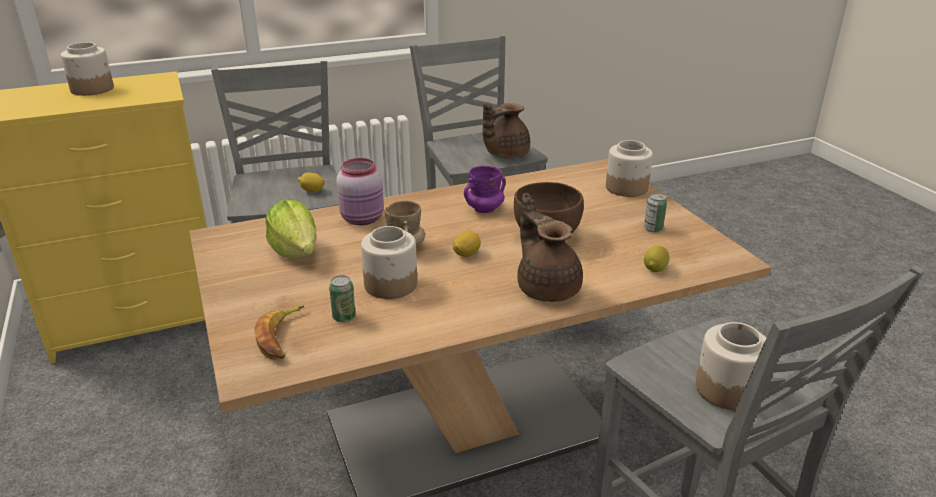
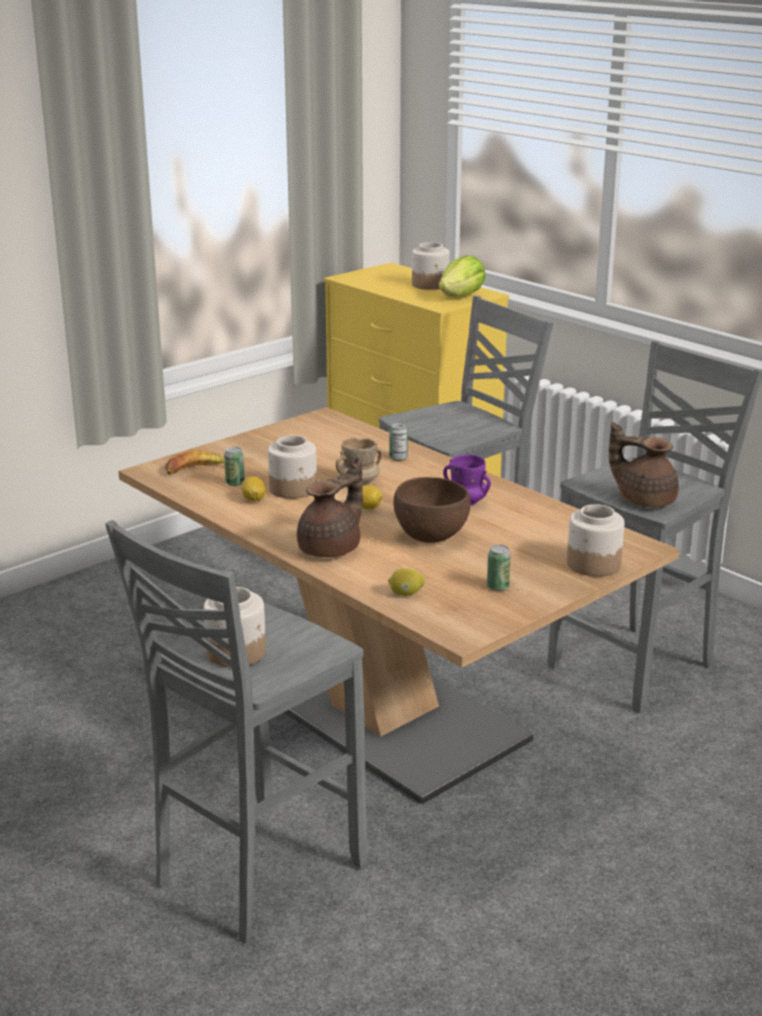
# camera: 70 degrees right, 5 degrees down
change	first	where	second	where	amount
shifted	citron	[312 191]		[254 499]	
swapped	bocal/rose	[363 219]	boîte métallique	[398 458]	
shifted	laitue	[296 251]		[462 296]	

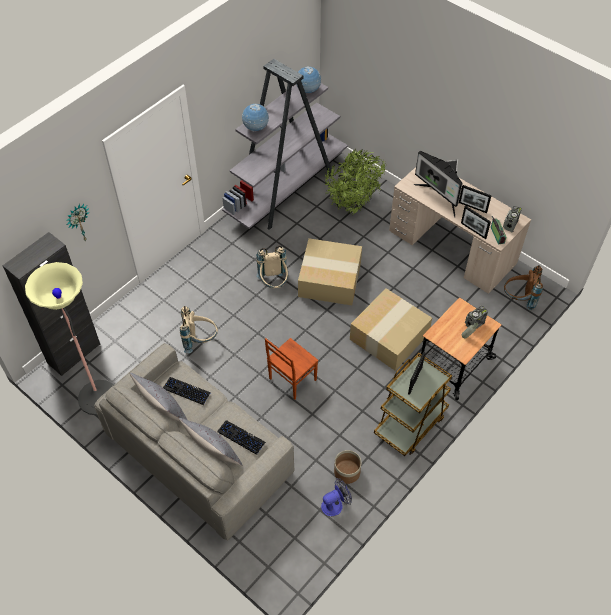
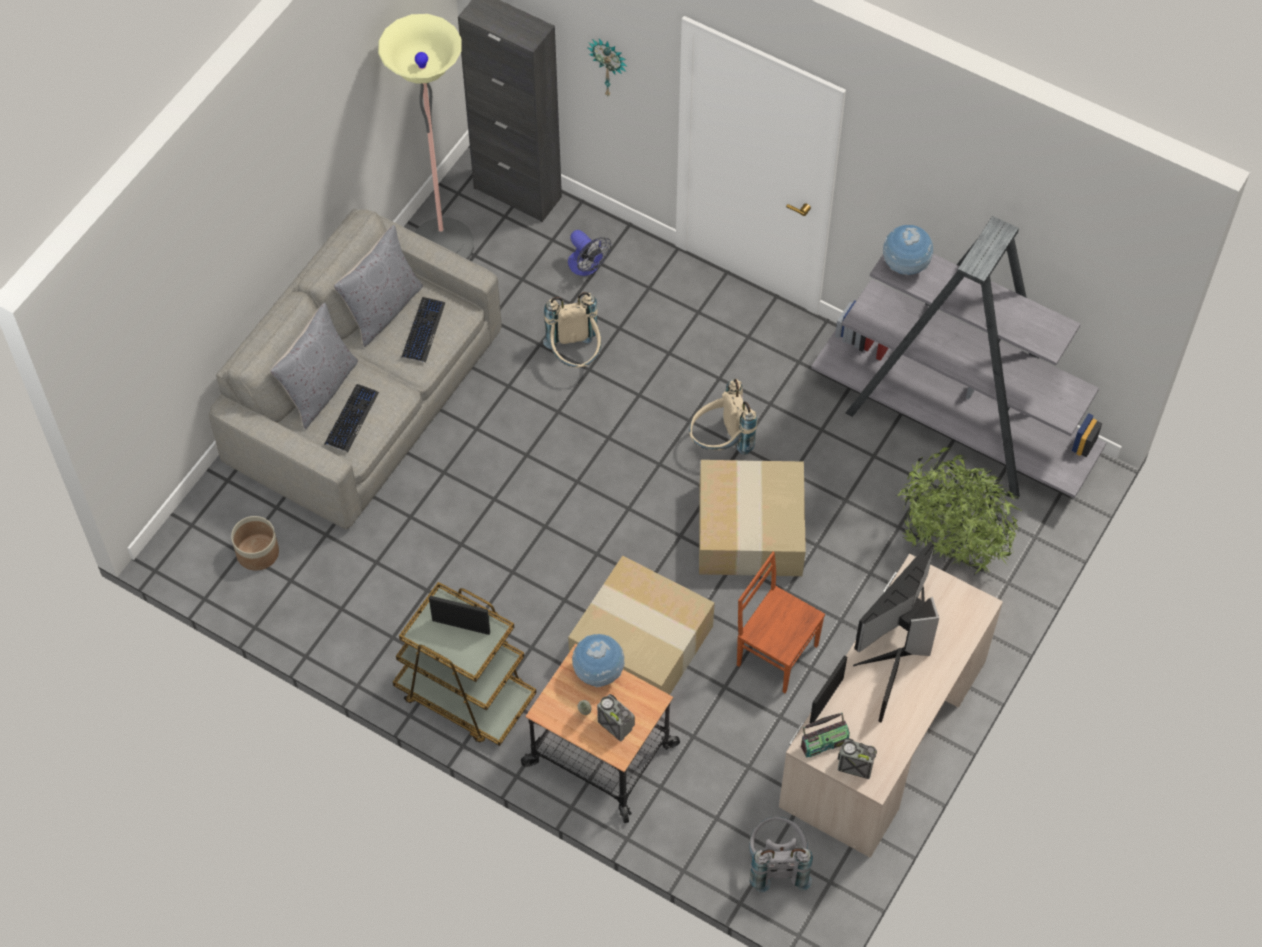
# camera: 80 degrees right, 5 degrees up
change	first	where	second	where	amount
shifted	cache-pot	[346 472]		[257 552]	
shifted	ventilateur	[335 504]		[587 267]	
shifted	globe	[308 91]		[598 673]	
shifted	chaise/marron	[291 379]		[776 653]	
repainted	sac à dos/marron	[519 299]	sac à dos/gris	[776 864]	

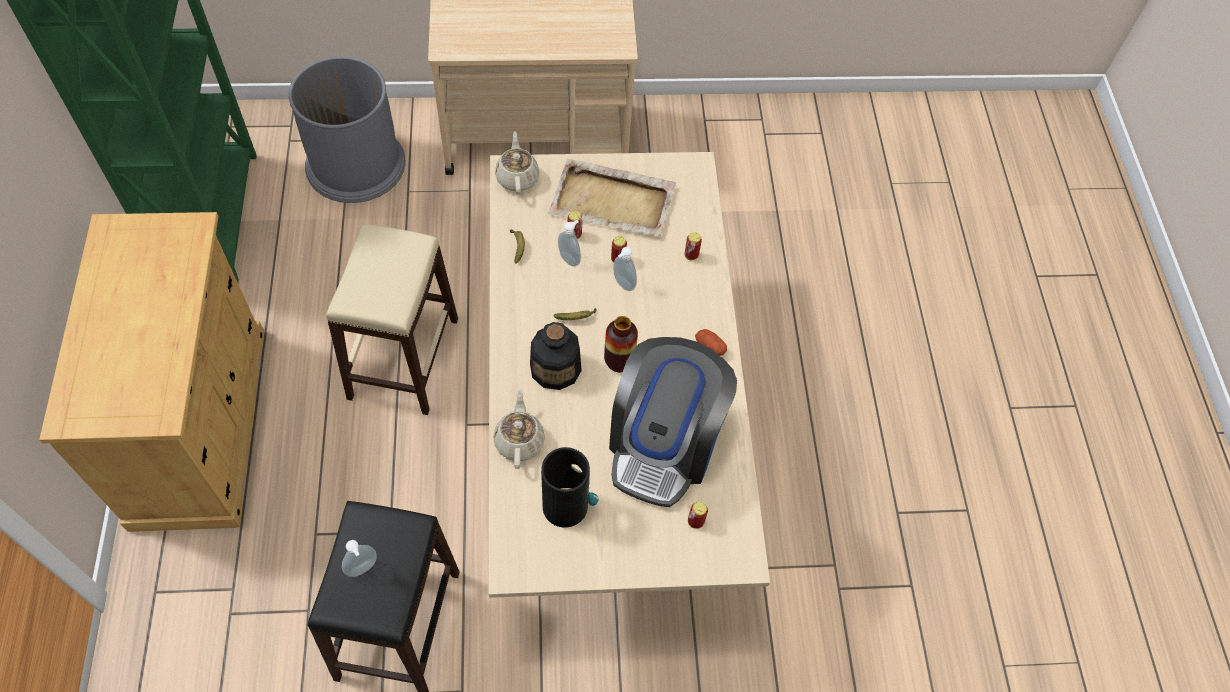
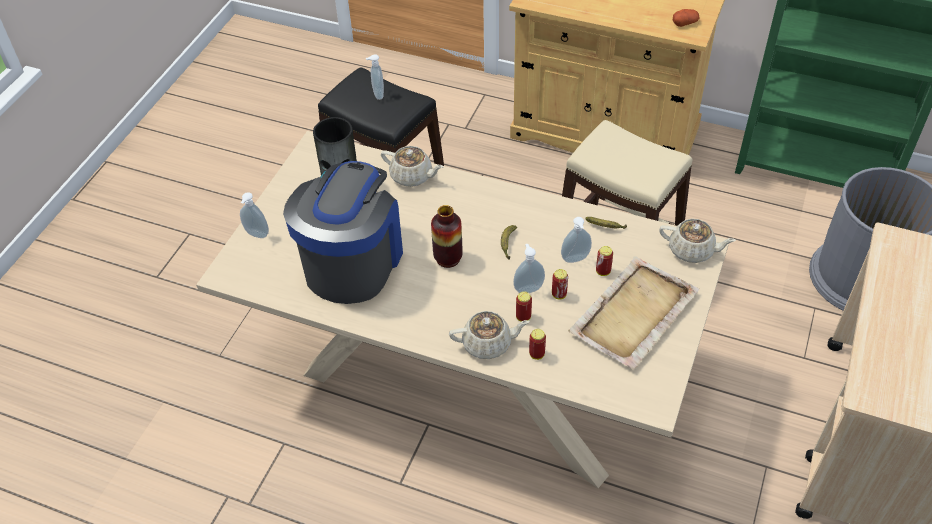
# camera: 120 degrees right, 10 degrees down
change	first	where	second	where	amount
new			distributeur de savon	[256 235]	
rotated	machine à café	[664 444]		[353 261]	60 degrees clockwise
new			théière/beige	[488 344]	
shifted	boîte métallique	[695 522]		[523 317]	
shifted	pomme de terre	[709 347]		[685 23]	
gone	bouteille	[556 368]			

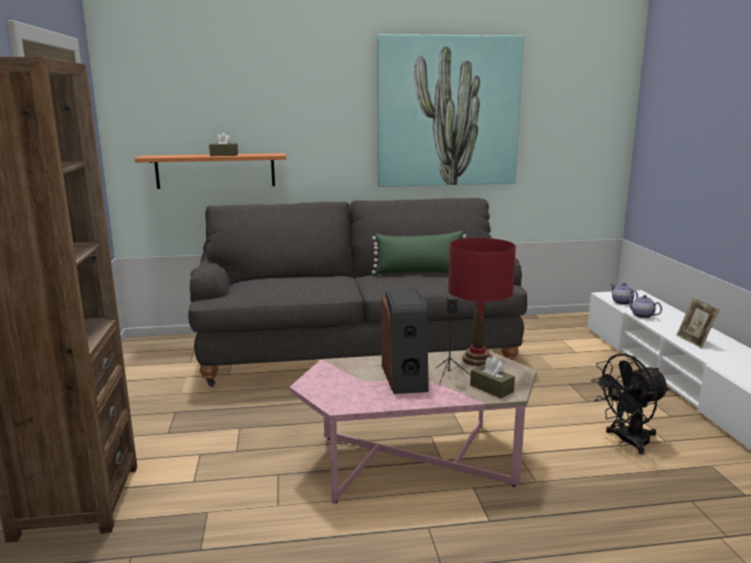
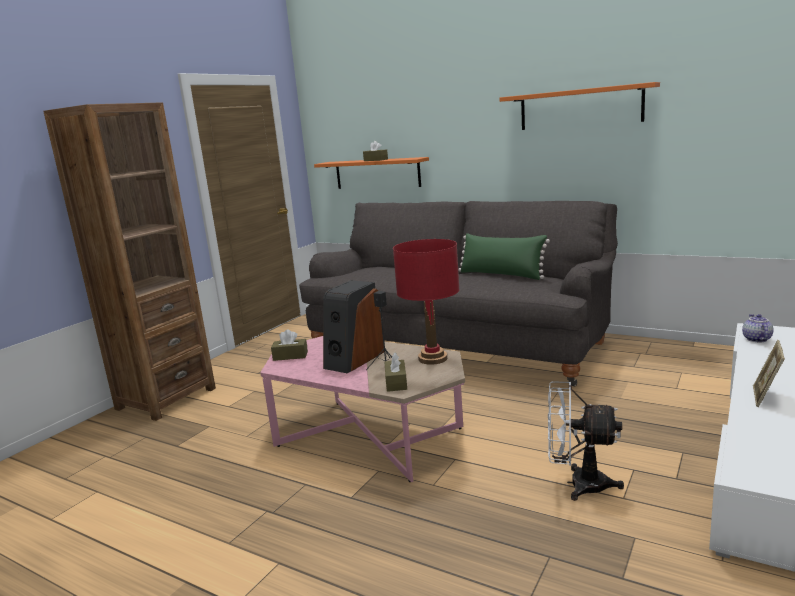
# camera: 40 degrees right, 0 degrees up
change	first	where	second	where	amount
new			boîte à mouchoirs/marron	[290 356]	
swapped	tableau	[447 112]	étagère/orange	[580 108]	
repainted	ventilateur/noir	[627 441]	ventilateur/blanc	[578 484]	
gone	théière	[642 316]			

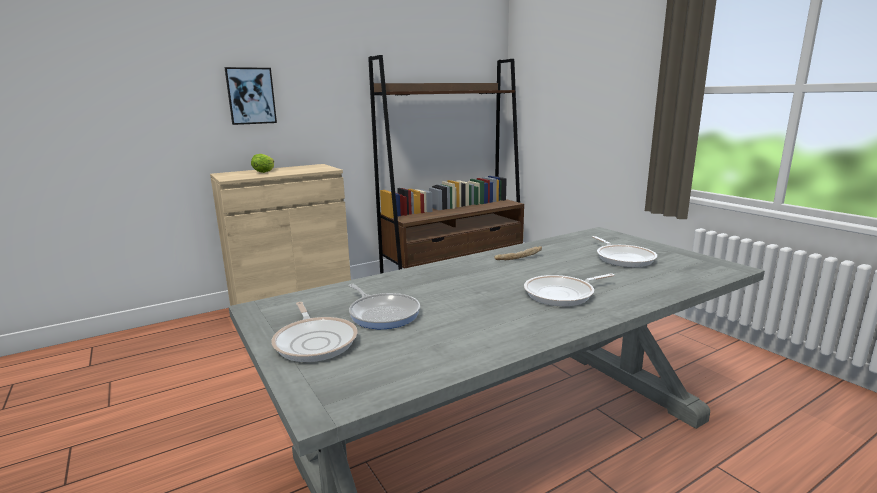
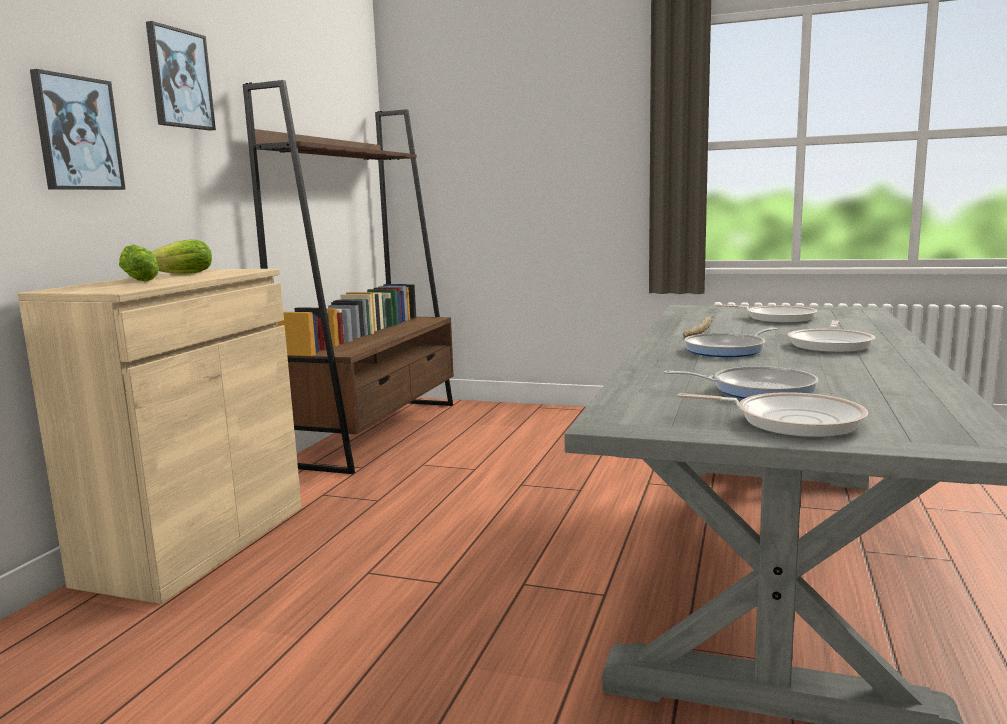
# camera: 40 degrees left, 5 degrees down
change	first	where	second	where	amount
new			tableau	[179 79]	
new			laitue	[178 274]	
new			poêle	[728 350]	

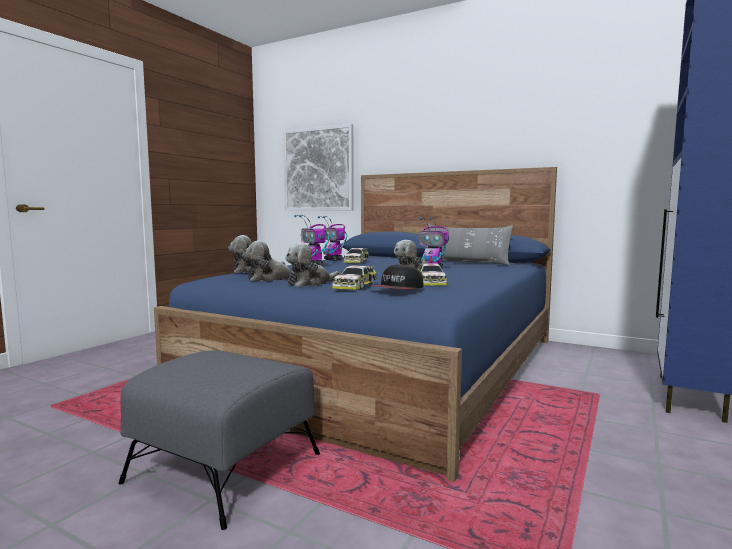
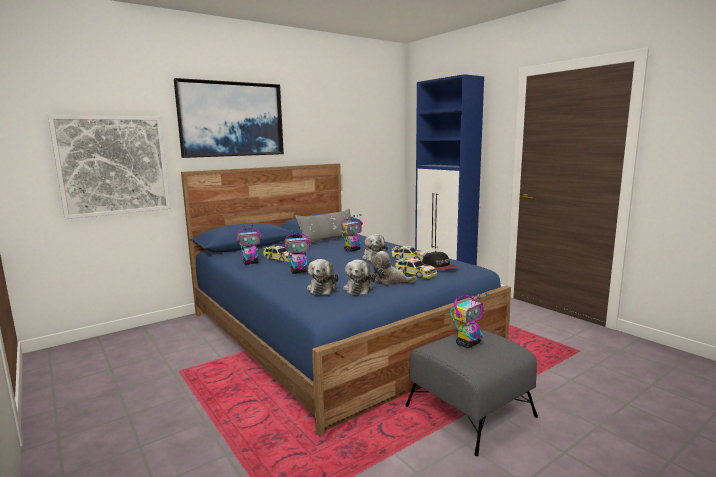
# camera: 65 degrees left, 5 degrees up
change	first	where	second	where	amount
new			tableau	[231 119]	
rotated	peluche	[310 283]		[390 281]	120 degrees clockwise
new			robot jouet	[468 344]	

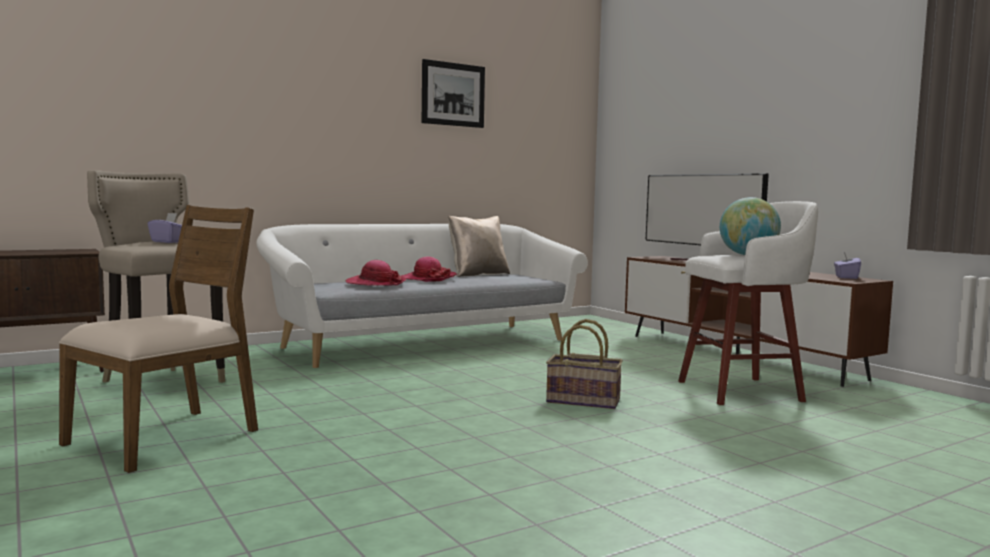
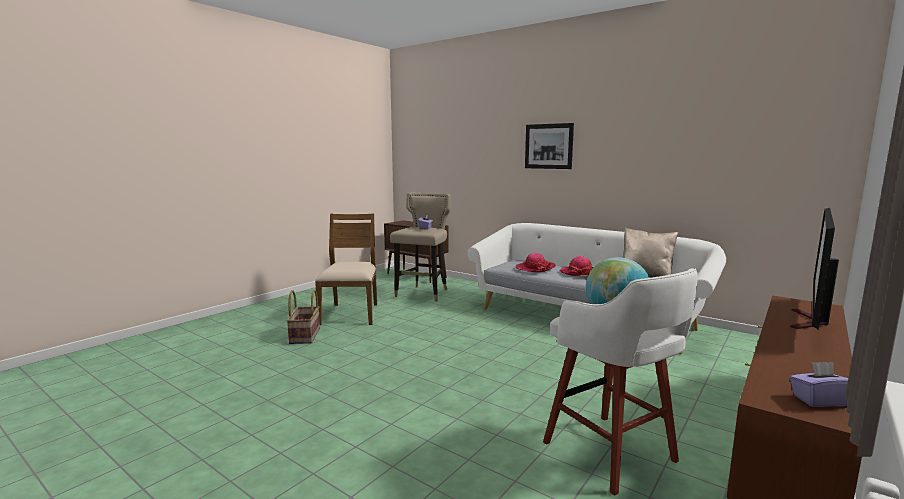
# camera: 70 degrees right, 5 degrees up
change	first	where	second	where	amount
shifted	panier	[584 401]		[305 336]	
rotated	chaise/marron	[166 437]		[351 314]	105 degrees counterclockwise
shifted	tableau	[453 94]		[548 146]	

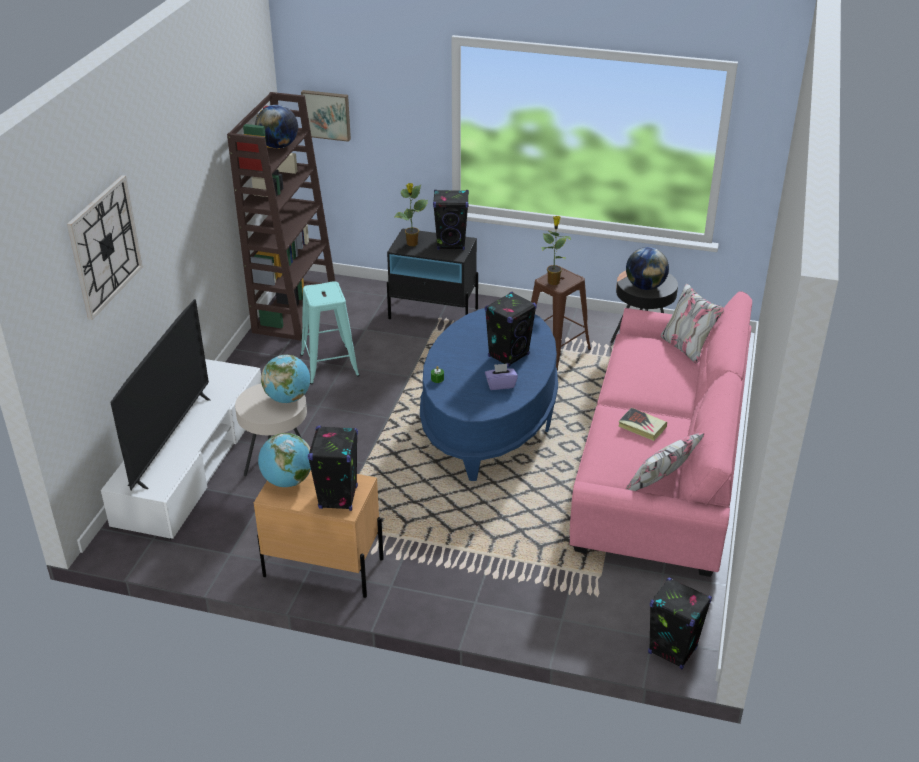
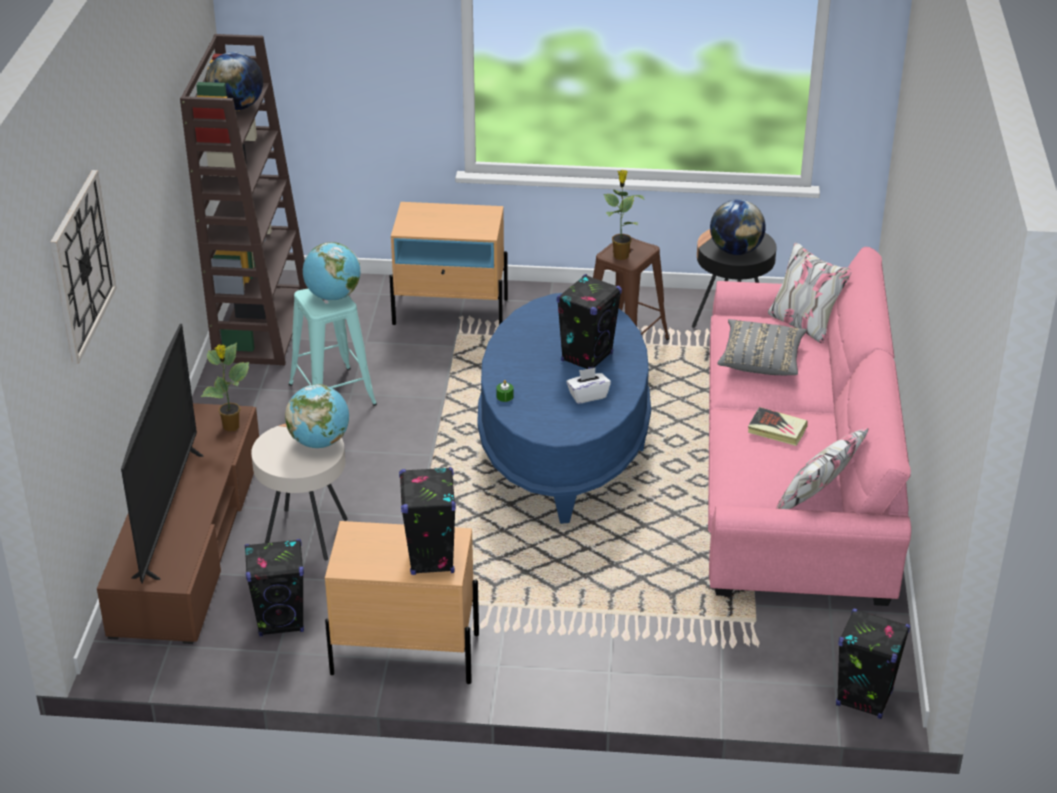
# camera: 10 degrees left, 0 degrees up
change	first	where	second	where	amount
repainted	meuble télé/blanc	[192 462]	meuble télé/marron	[188 541]	
shifted	plante en pot	[412 244]		[231 427]	
shifted	enceinte/noir	[451 244]		[281 621]	
shifted	globe	[287 481]		[333 296]	
repainted	table de chevet/noir	[433 313]	table de chevet/beige	[451 311]	
repainted	boîte à mouchoirs/violet	[500 385]	boîte à mouchoirs/blanc	[587 395]	
new			coussin/gris	[761 360]	
gone	tableau	[327 114]			

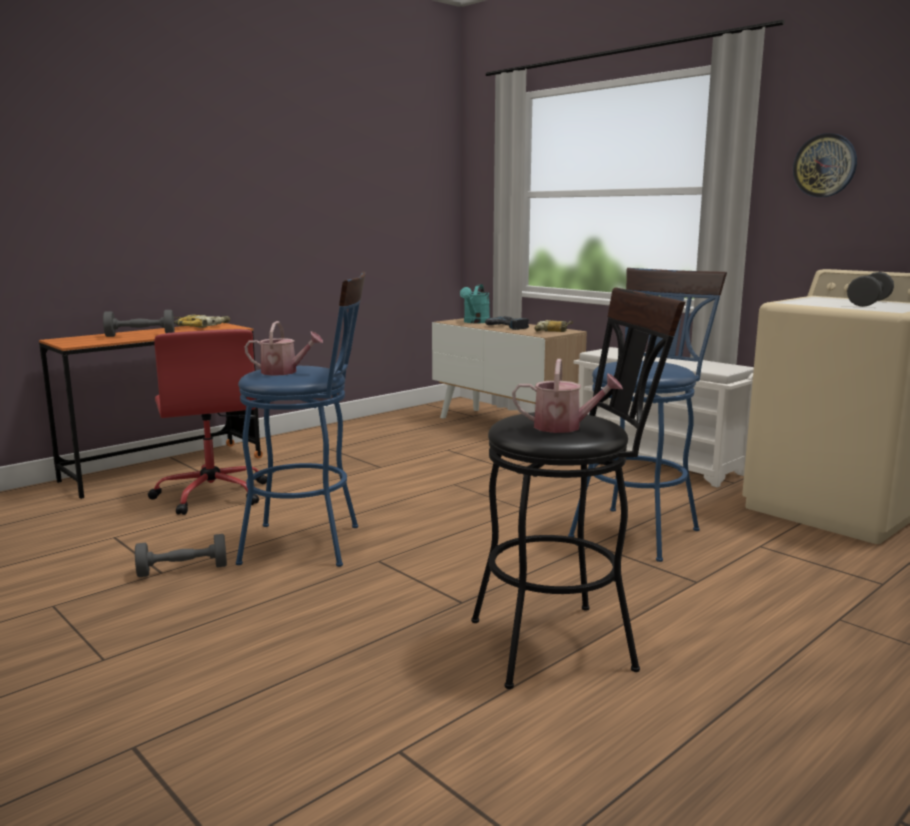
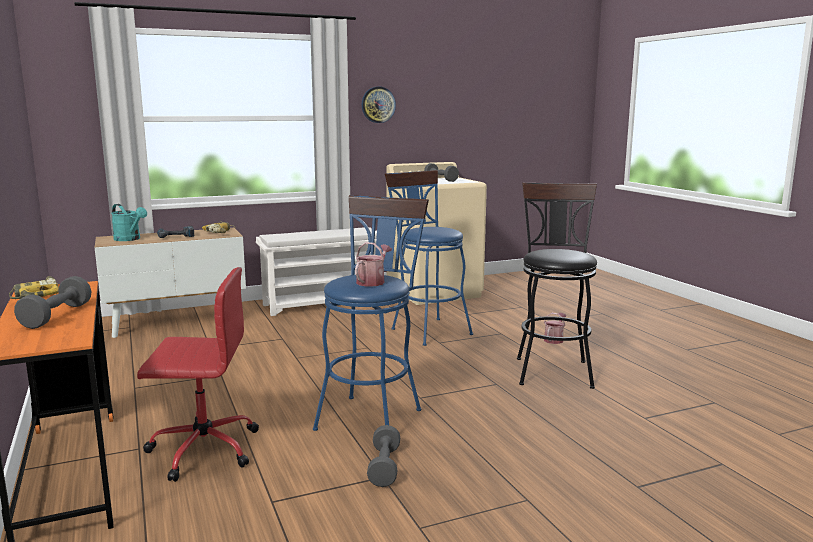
# camera: 70 degrees left, 0 degrees up
change	first	where	second	where	amount
shifted	arrosoir	[564 427]		[554 339]	

